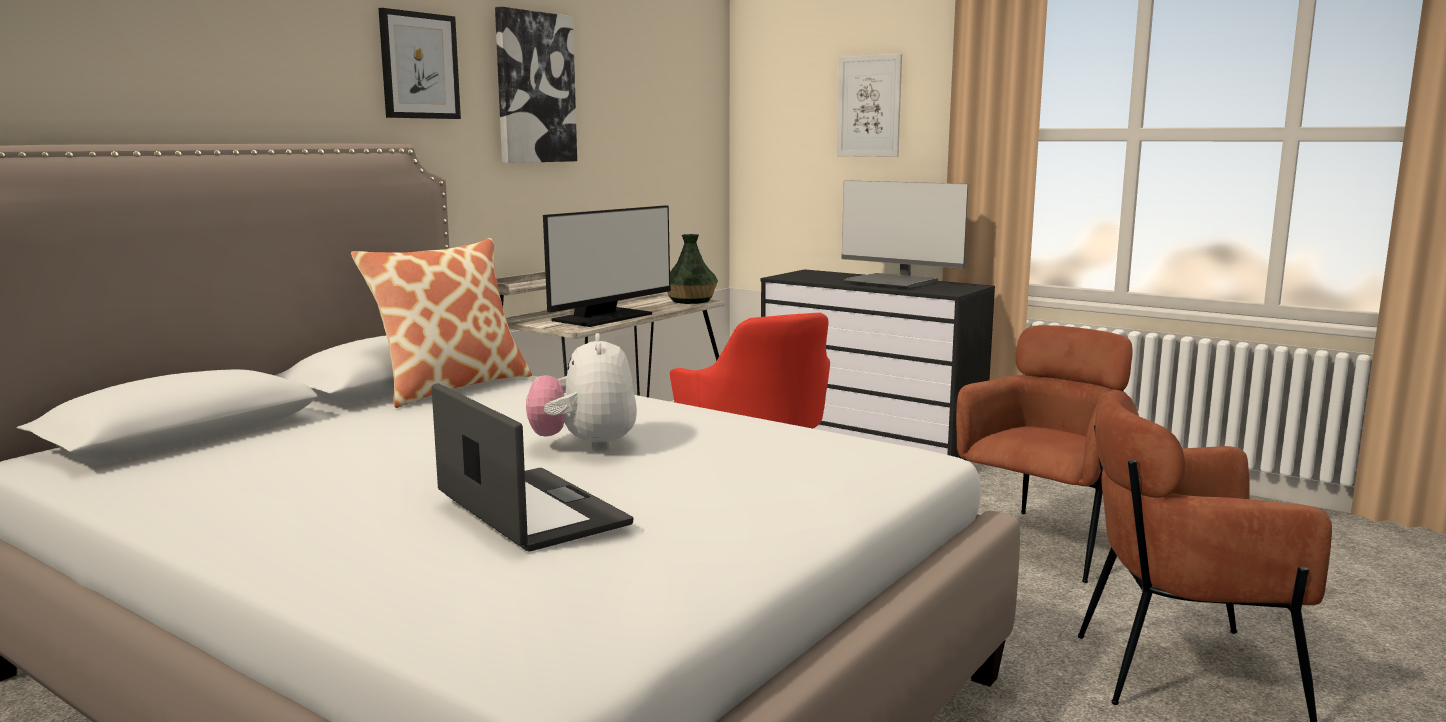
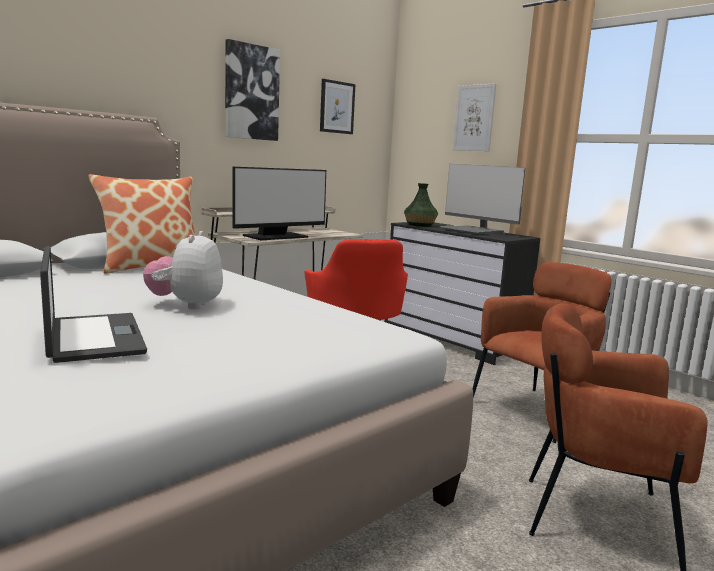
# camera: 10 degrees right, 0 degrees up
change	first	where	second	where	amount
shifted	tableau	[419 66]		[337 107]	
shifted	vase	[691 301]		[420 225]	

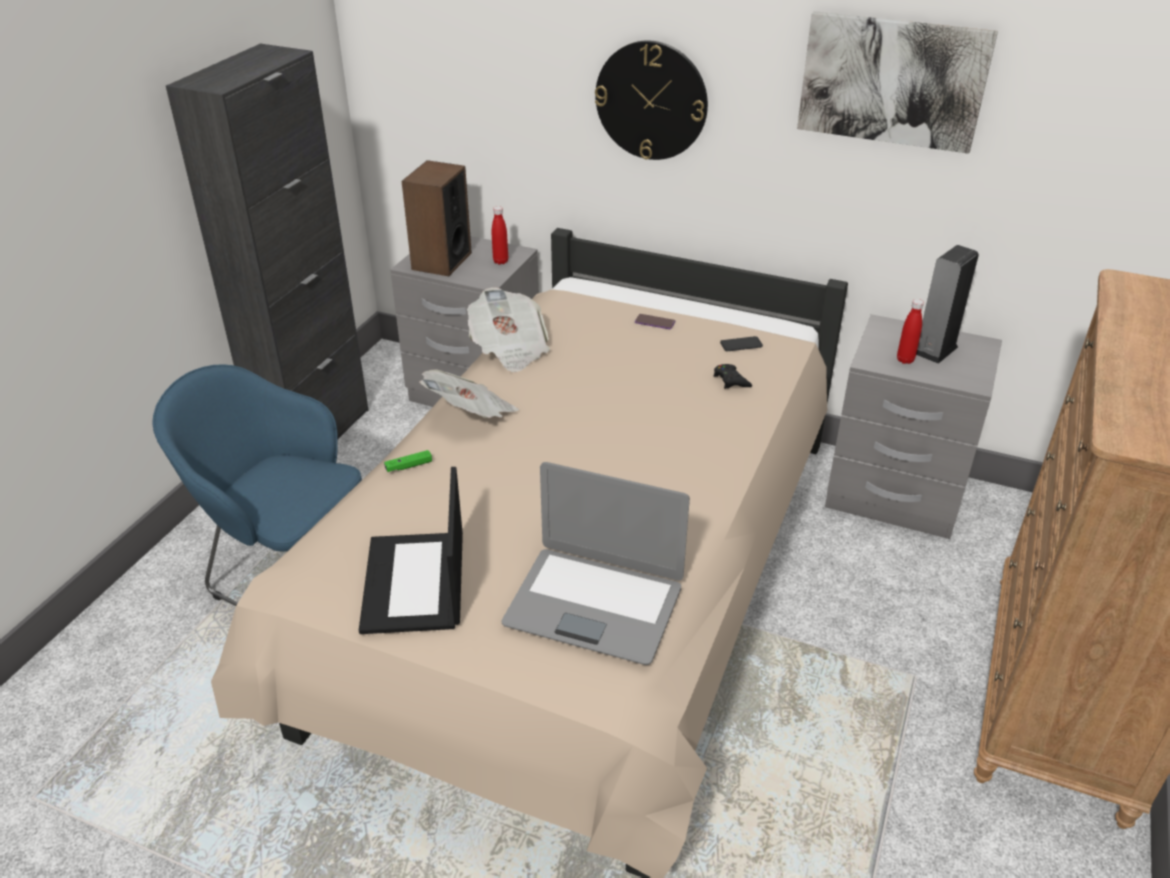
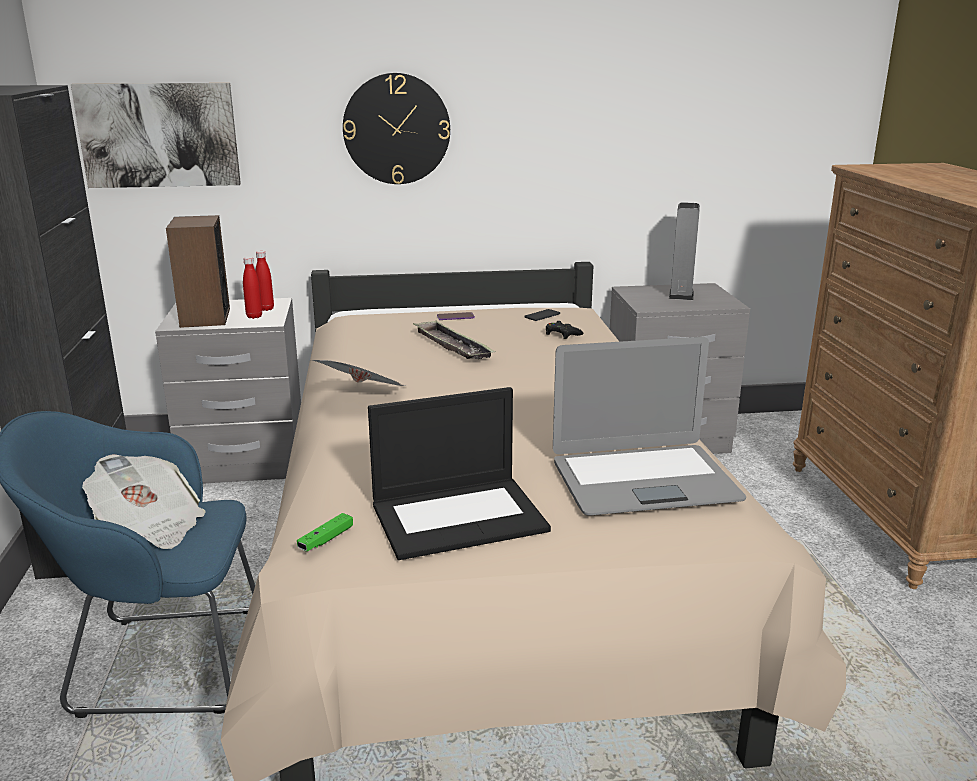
# camera: 30 degrees left, 15 degrees down
change	first	where	second	where	amount
shifted	tableau	[892 81]		[159 135]	
shifted	journal	[509 349]		[150 526]	
shifted	bouteille/rouge	[905 360]		[254 316]	
shifted	manette/vert	[408 466]		[326 539]	
rotated	ordinateur portable	[415 584]		[460 516]	75 degrees counterclockwise
new			plateau	[452 346]	

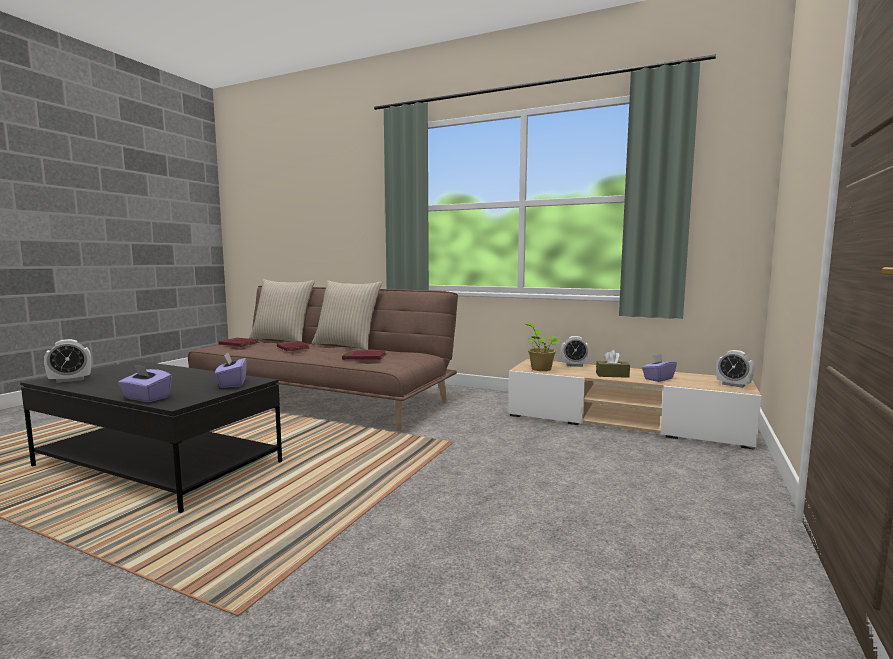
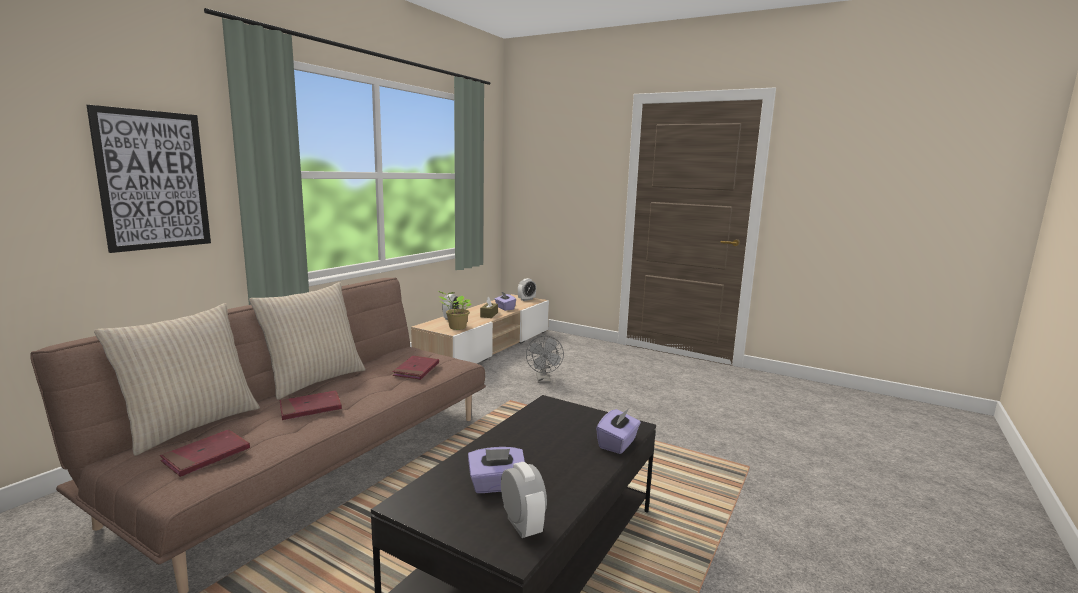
# camera: 85 degrees left, 5 degrees up
change	first	where	second	where	amount
new			tableau	[153 180]	
shifted	boîte à mouchoirs/violet	[232 383]		[496 485]	
new			ventilateur/gris	[543 380]	

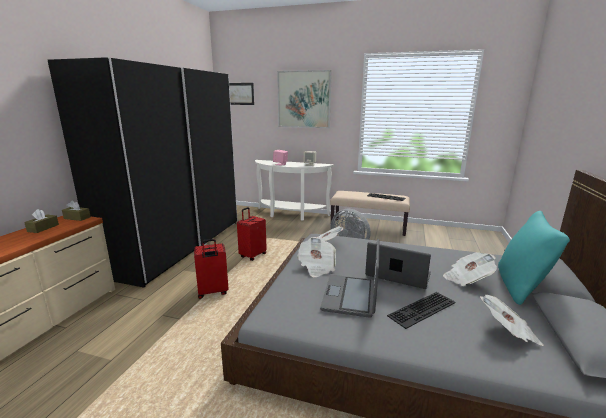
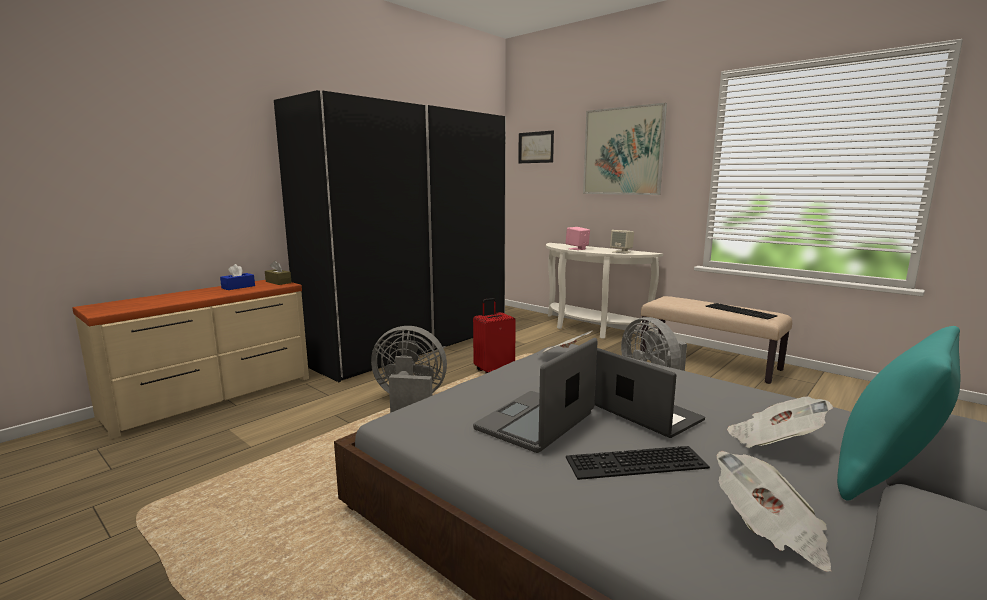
# camera: 25 degrees right, 5 degrees down
change	first	where	second	where	amount
repainted	boîte à mouchoirs/marron	[43 228]	boîte à mouchoirs/bleu	[238 287]	
swapped	valise/rouge	[213 292]	ventilateur/gris	[410 403]	
gone	journal	[316 267]			

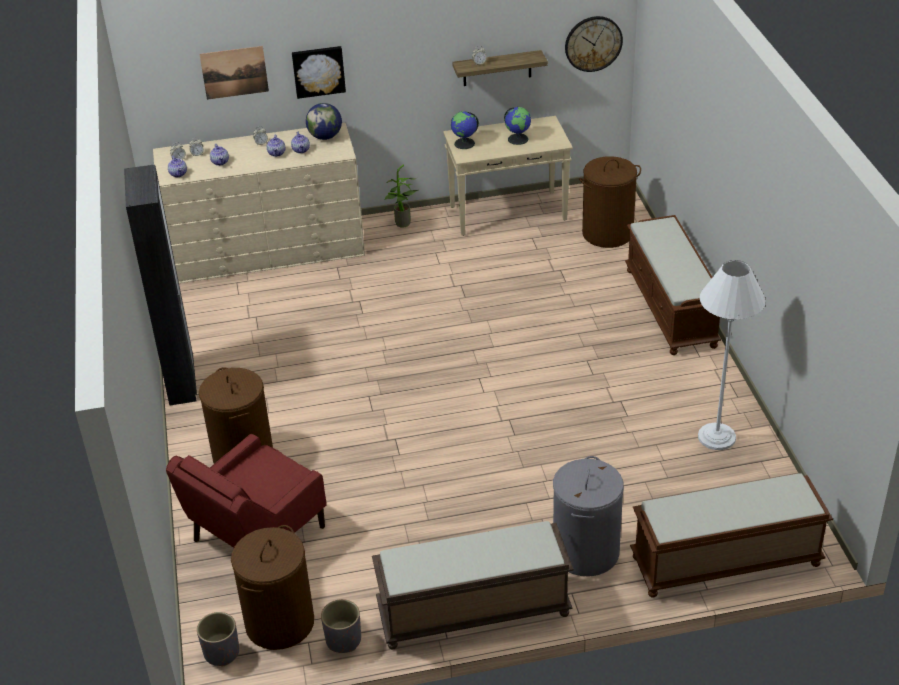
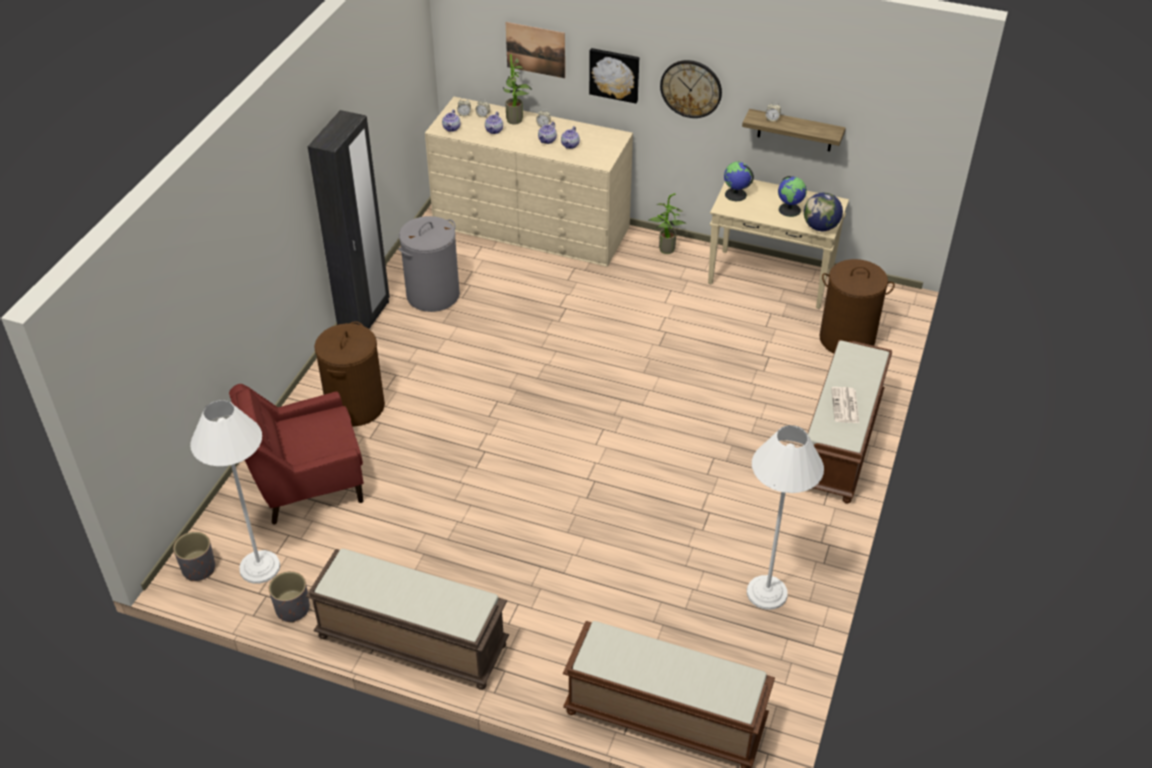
# camera: 30 degrees right, 5 degrees up
change	first	where	second	where	amount
swapped	panier à linge/marron	[279 622]	lampadaire/blanc	[260 567]	
shifted	panier à linge/gris	[585 552]		[433 295]	
new			plante en pot	[517 120]	
shifted	horloge murale	[593 43]		[691 88]	
shifted	globe	[325 137]		[820 227]	
new			journal	[845 406]	

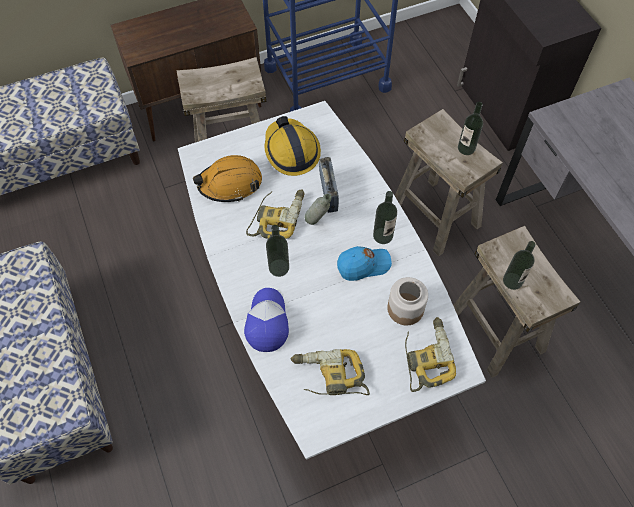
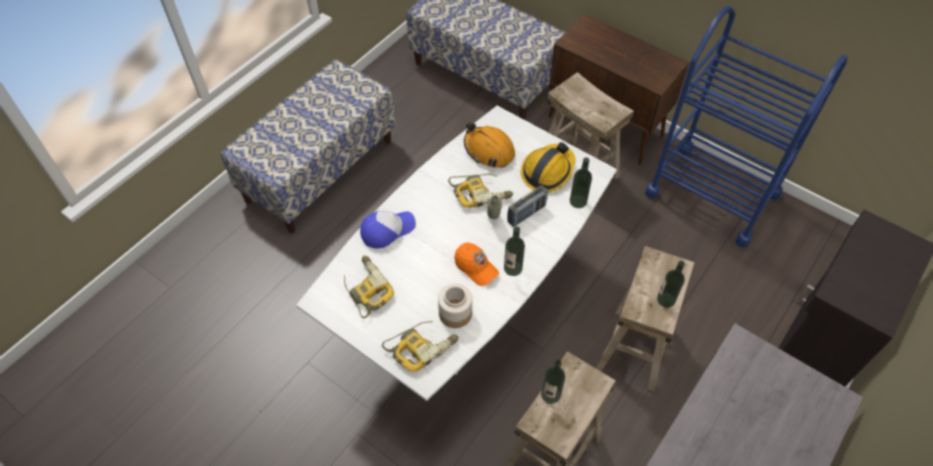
# camera: 60 degrees right, 5 degrees down
change	first	where	second	where	amount
repainted	casquette/bleu	[363 265]	casquette/orange	[476 267]	
shifted	bouteille	[279 267]		[578 201]	

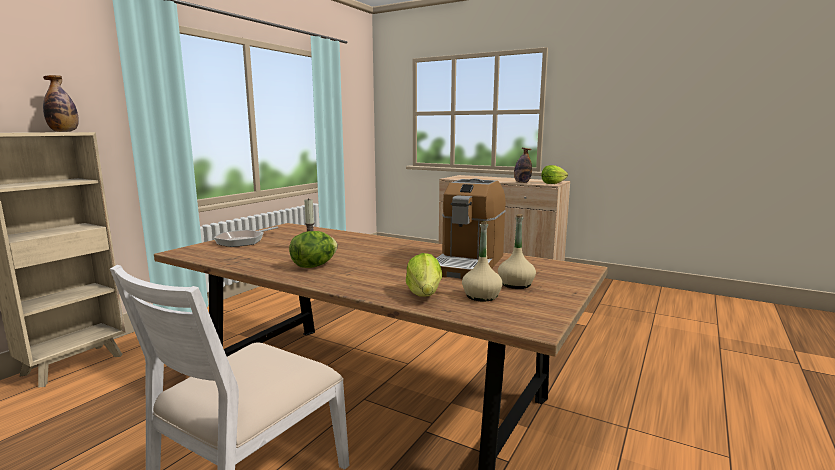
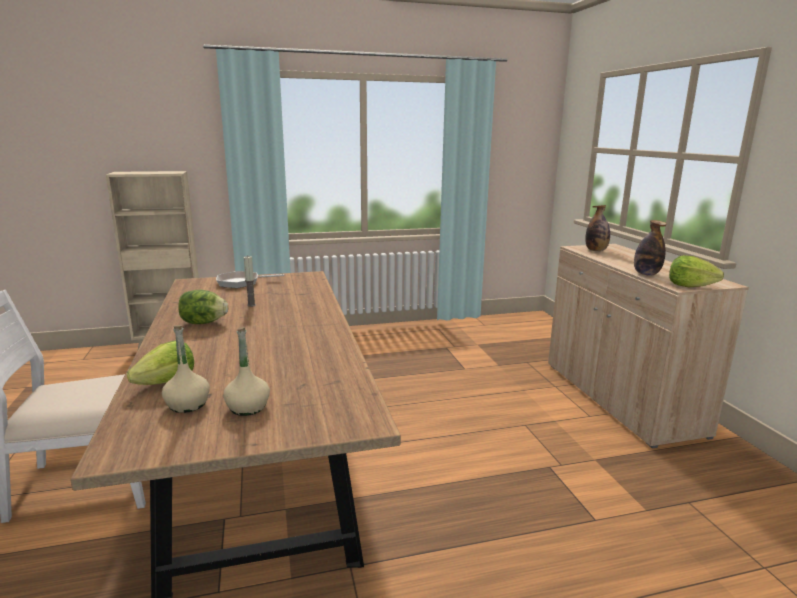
# camera: 45 degrees right, 5 degrees up
change	first	where	second	where	amount
shifted	bouteille	[64 131]		[596 250]	
gone	machine à café	[468 264]			

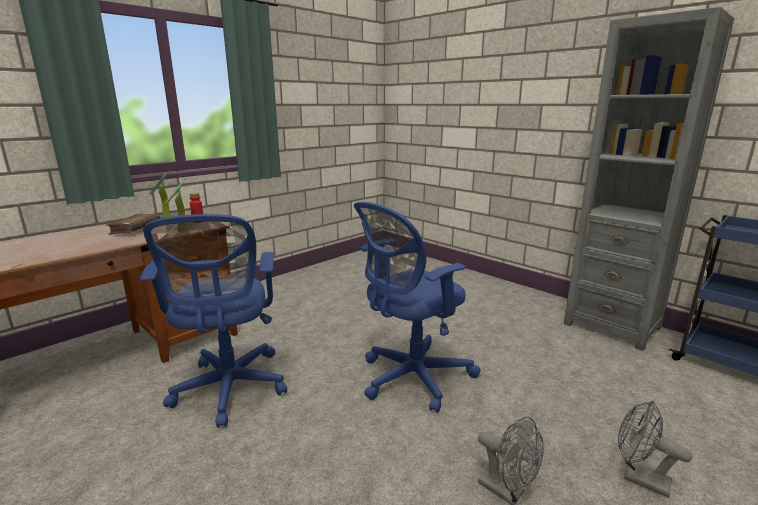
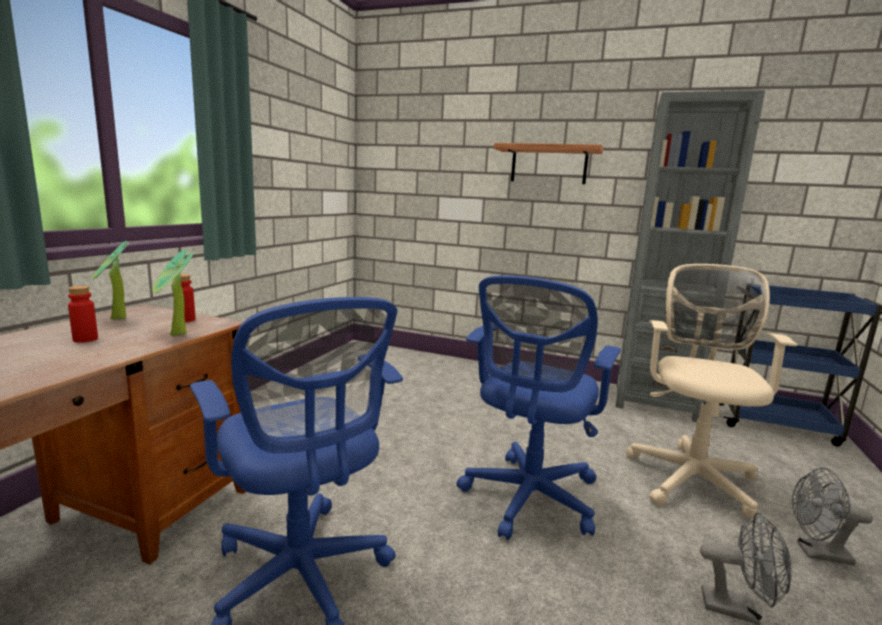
# camera: 25 degrees left, 5 degrees down
change	first	where	second	where	amount
swapped	livre/marron	[136 229]	bouteille/rouge	[85 339]	
new			étagère	[549 164]	
new			chaise de bureau/beige	[691 476]	

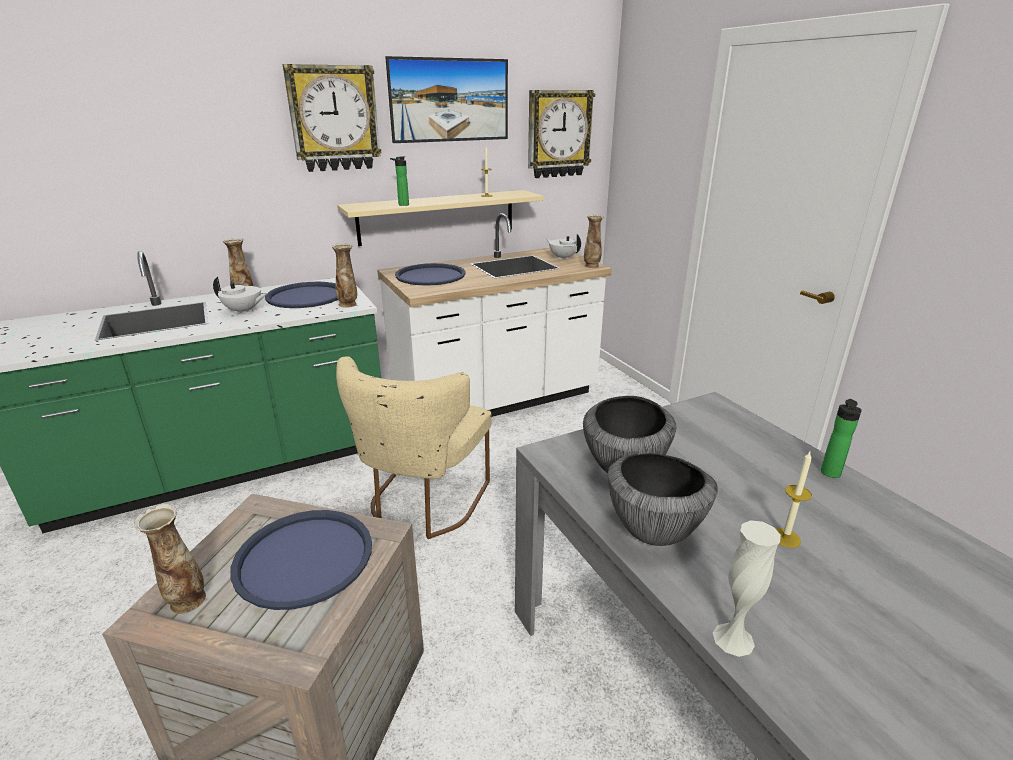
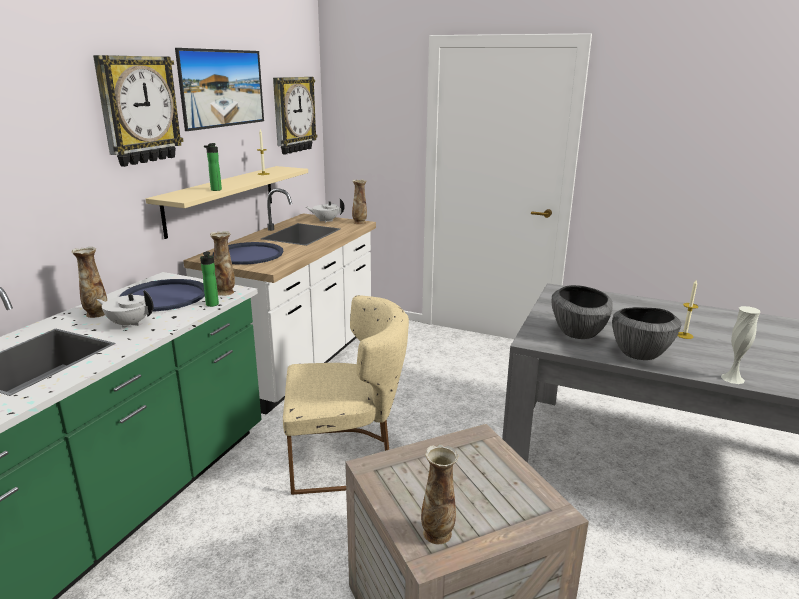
# camera: 40 degrees left, 5 degrees down
change	first	where	second	where	amount
rotated	théière/blanc	[244 311]		[129 324]	135 degrees counterclockwise
shifted	bouteille	[830 474]		[212 305]	
rotated	chaise/beige	[422 505]		[346 458]	75 degrees counterclockwise
gone	plateau/bleu	[304 558]			

